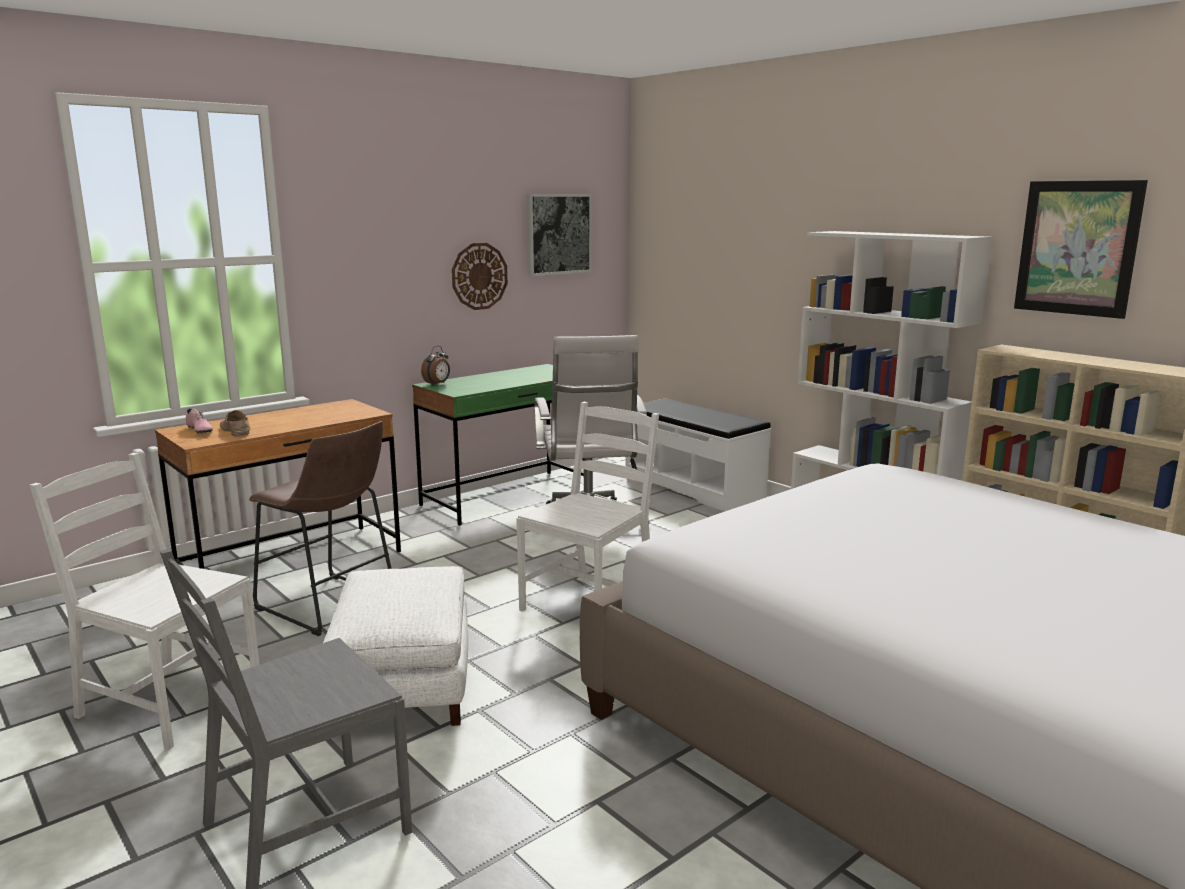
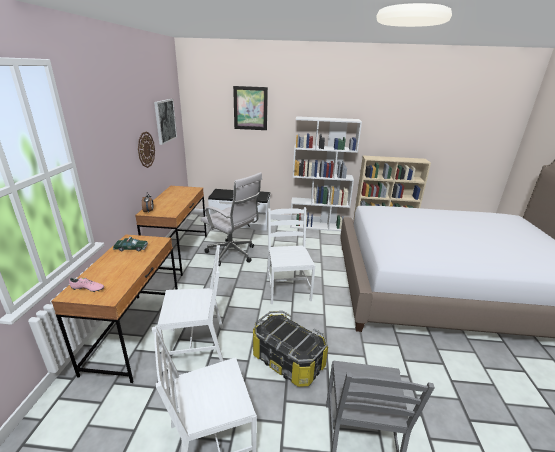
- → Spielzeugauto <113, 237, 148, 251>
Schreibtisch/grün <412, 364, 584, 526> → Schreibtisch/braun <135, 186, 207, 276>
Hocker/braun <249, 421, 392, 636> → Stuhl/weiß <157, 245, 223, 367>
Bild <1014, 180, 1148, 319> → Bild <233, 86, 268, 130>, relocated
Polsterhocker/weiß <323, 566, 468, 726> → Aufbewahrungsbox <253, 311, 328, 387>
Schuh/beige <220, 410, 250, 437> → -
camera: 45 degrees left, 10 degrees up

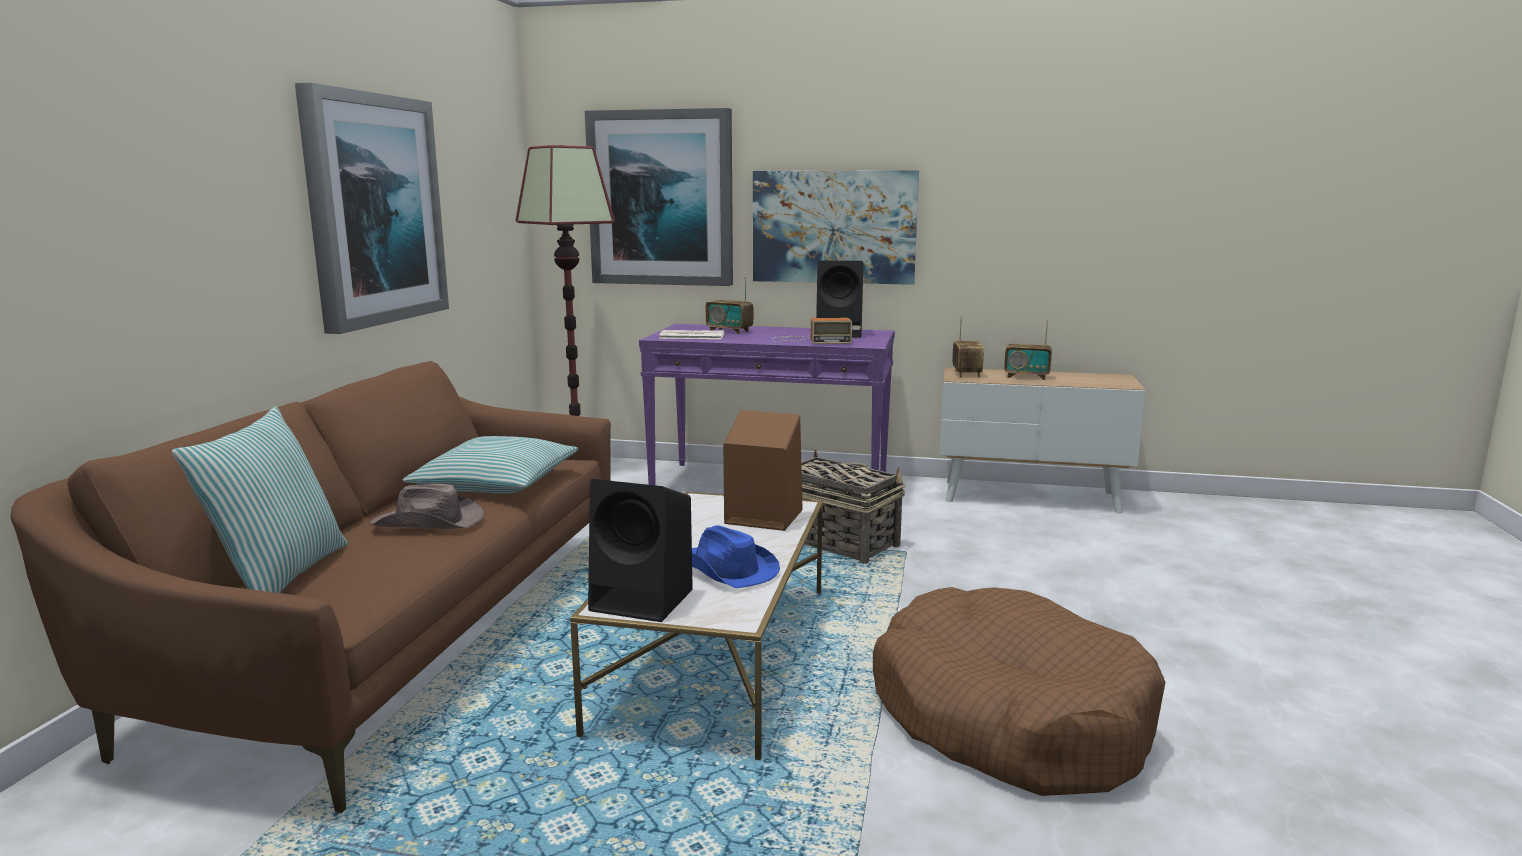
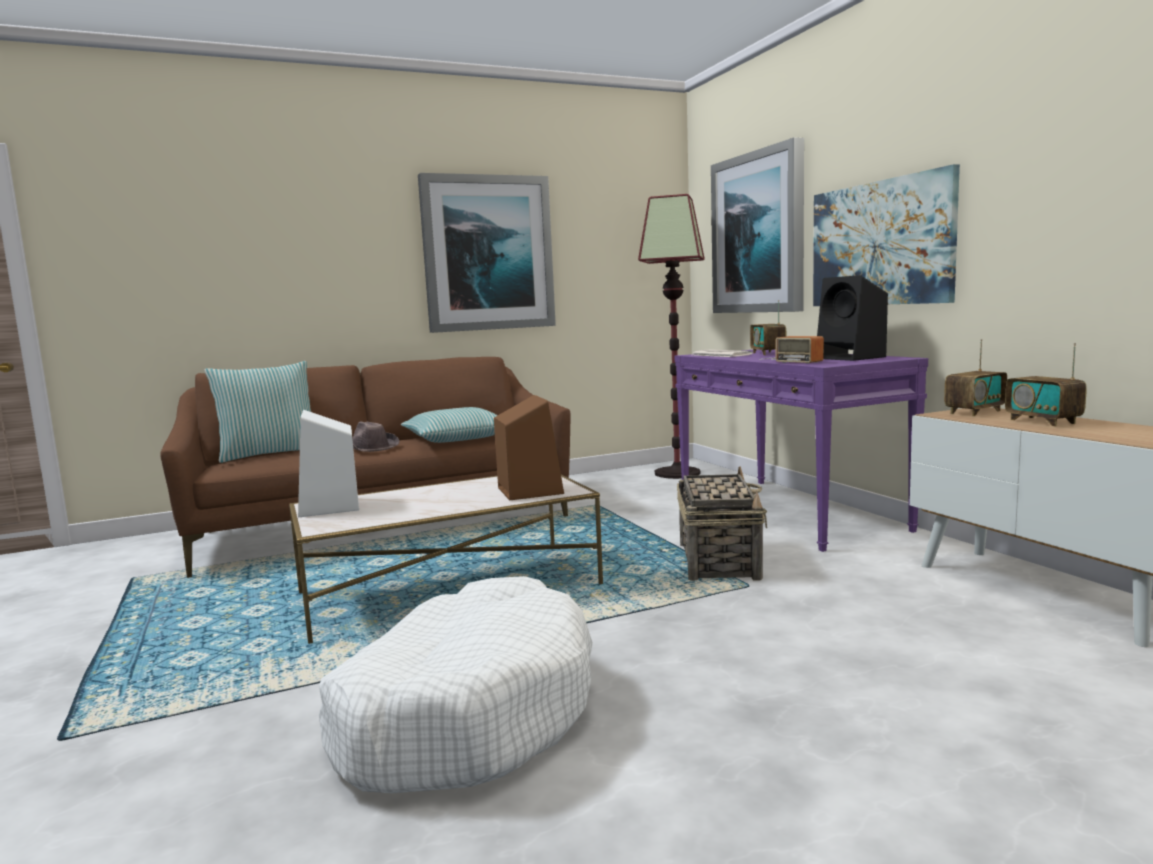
Lautsprecher/schwarz <588, 479, 693, 622> → Lautsprecher/weiß <298, 410, 359, 517>
Hundebett/braun <873, 587, 1165, 796> → Hundebett/weiß <319, 576, 593, 793>
Hut/blau <692, 525, 780, 588> → -
camera: 55 degrees right, 5 degrees down

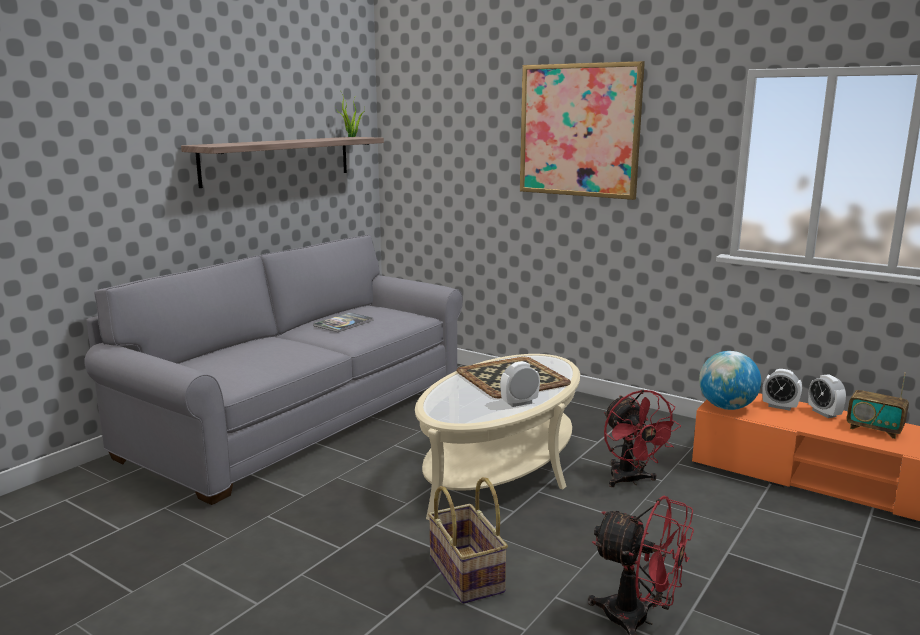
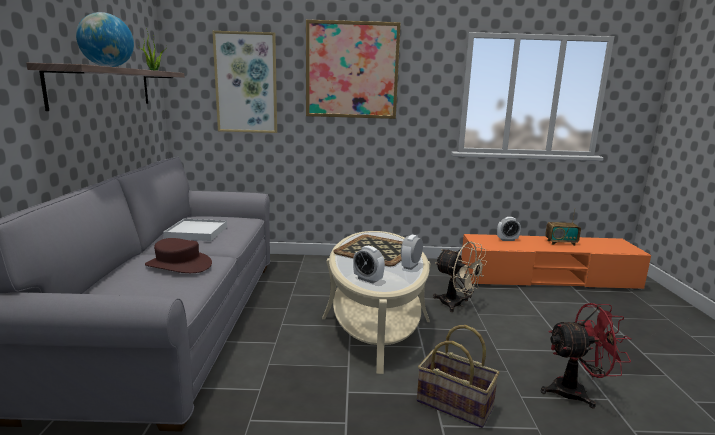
Globus <699, 351, 761, 410> → Globus <76, 12, 134, 67>, relocated
- → Hut/braun <145, 238, 212, 273>
Buch <313, 312, 374, 332> → Tablett/weiß <163, 219, 227, 241>
- → Bild <212, 31, 277, 133>
Wecker <808, 374, 846, 418> → Wecker <353, 246, 385, 284>, relocated
Ventilator/rot <604, 389, 681, 487> → Ventilator/beige <433, 242, 487, 312>
camera: 35 degrees left, 0 degrees up

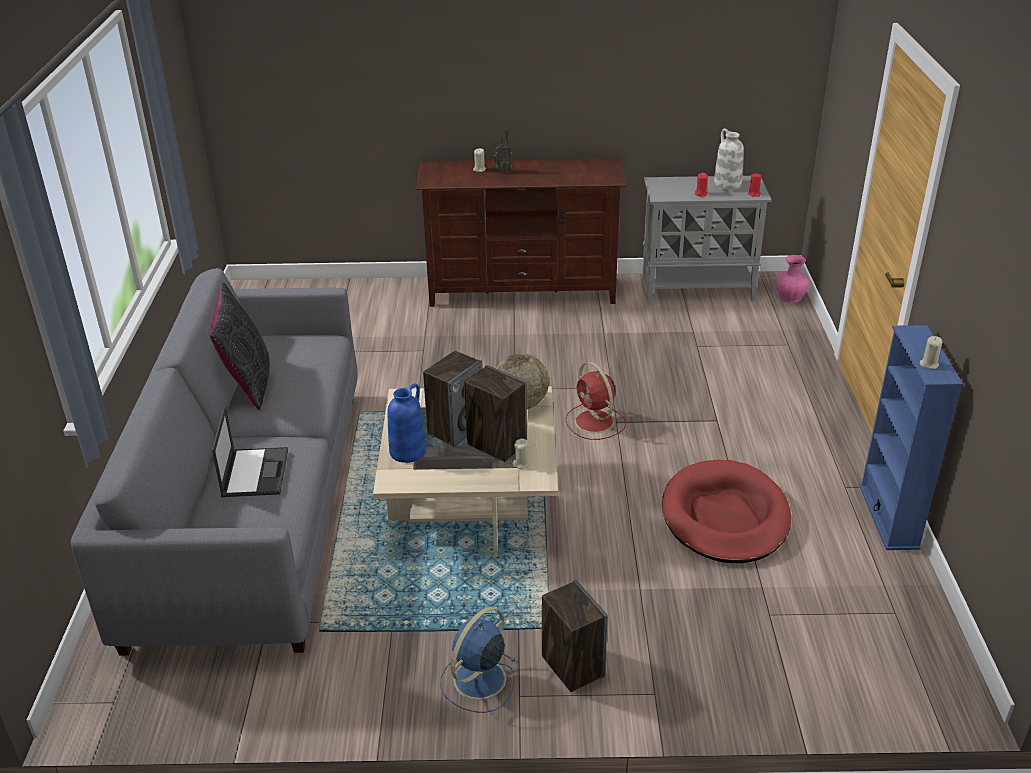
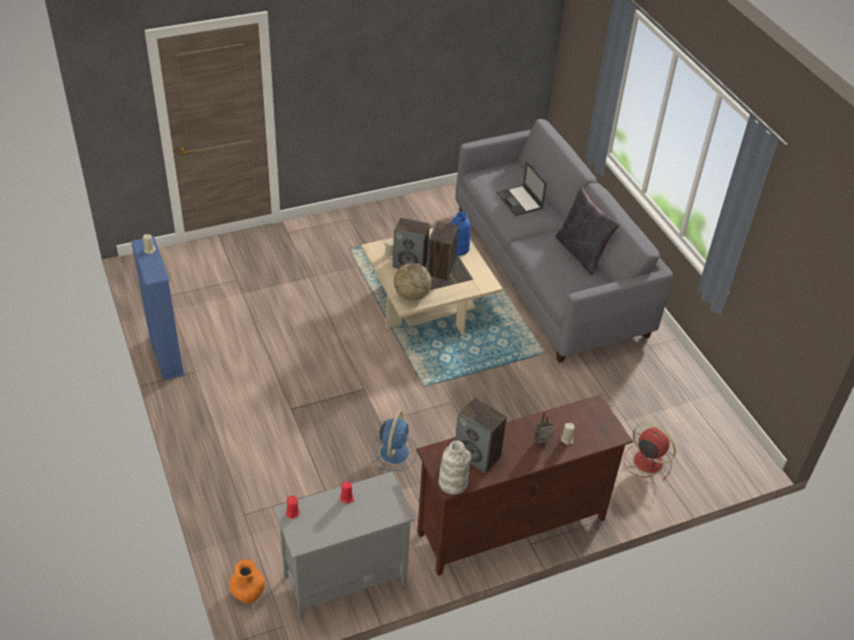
Vase/rosa <775, 255, 810, 303> → Vase/orange <229, 559, 265, 603>
Ventilator/blau <440, 607, 515, 713> → Ventilator/blau <373, 410, 417, 471>, relocated
Vase/weiß <714, 128, 744, 191> → Vase/weiß <439, 441, 472, 494>, relocated
Lautsprecher <542, 580, 608, 692> → Lautsprecher <455, 398, 507, 473>, relocated
Ventilator/rot <565, 361, 626, 440> → Ventilator/rot <624, 423, 676, 480>, relocated
Hundebett/rot <662, 460, 791, 563> → -
camera: 155 degrees right, 10 degrees up

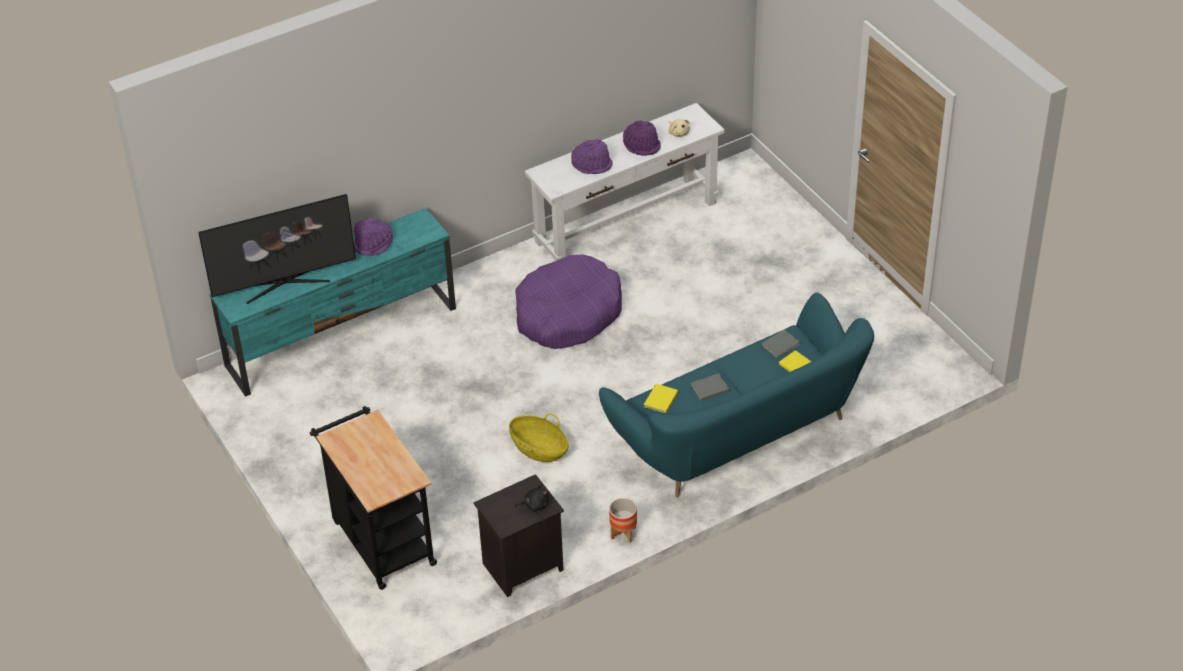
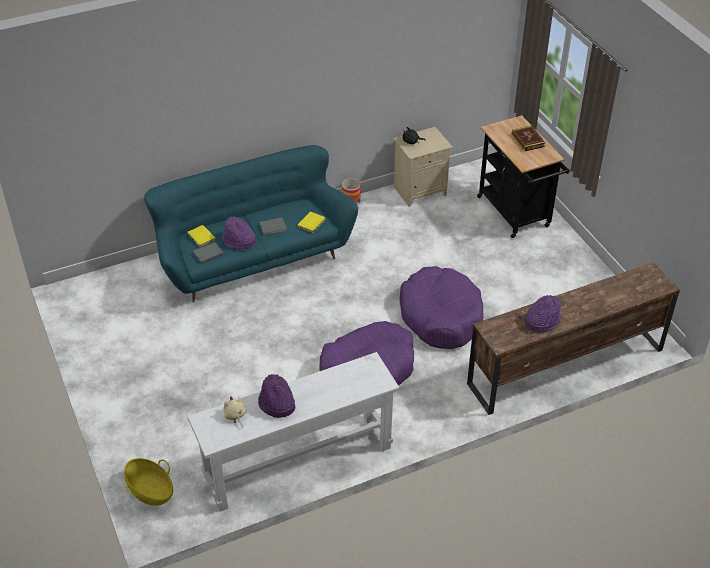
Korb <509, 413, 569, 462> → Korb <124, 458, 173, 506>, relocated
Hut/lila <571, 139, 612, 174> → Hut/lila <222, 216, 256, 250>, relocated
Nachttisch/schwarz <474, 474, 564, 597> → Nachttisch/beige <393, 127, 453, 207>
- → Hundebett/lila <399, 266, 484, 349>
Fernsehschrank/türkis <209, 208, 456, 397> → Fernsehschrank/braun <467, 262, 680, 415>
- → Buch <512, 125, 545, 151>
Fernseher <198, 194, 356, 304> → -
camera: 175 degrees left, 0 degrees up

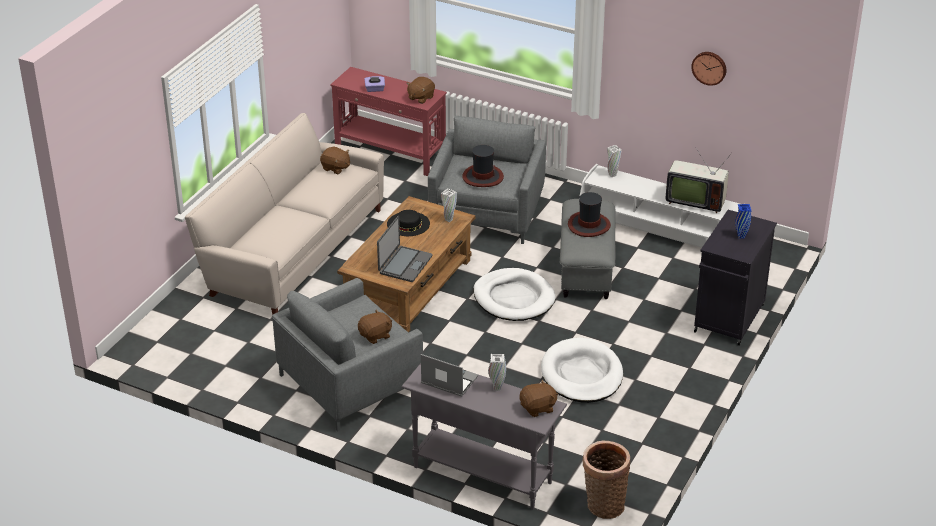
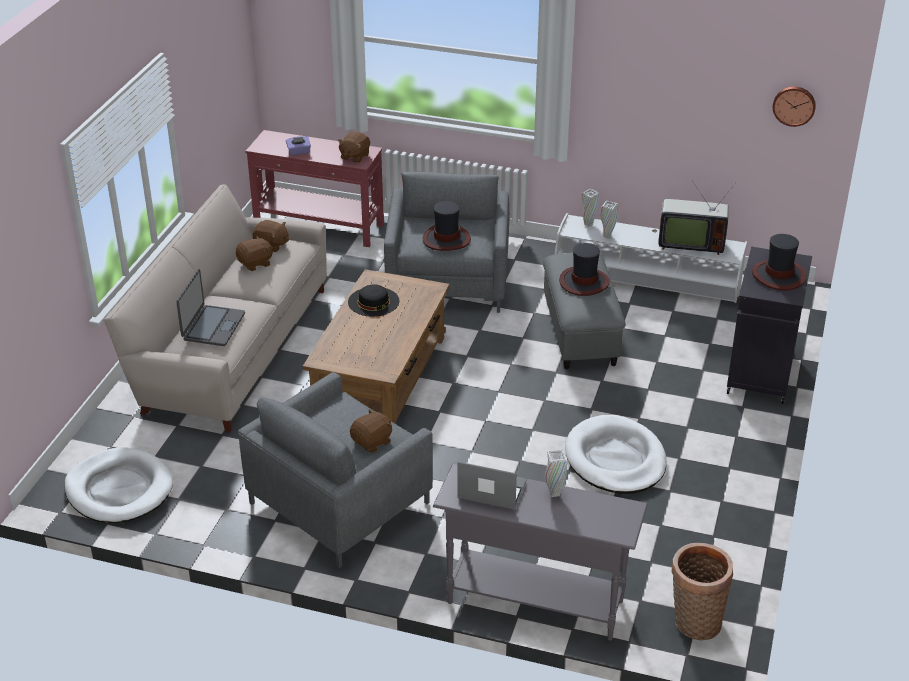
Hundebett/weiß <473, 268, 555, 321> → Hundebett/weiß <64, 447, 173, 523>, relocated
Laptop <377, 216, 433, 282> → Laptop <176, 269, 245, 346>, relocated
Plüschtier/braun <520, 380, 558, 417> → Plüschtier/braun <236, 236, 274, 271>, relocated
Vase/weiß <441, 188, 457, 222> → Vase/weiß <600, 201, 618, 239>, relocated
Vase/blau <735, 204, 751, 239> → Hut <752, 234, 807, 291>
Wanduhr <691, 52, 726, 86> → Wanduhr <773, 87, 816, 127>, relocated
camera: 10 degrees left, 0 degrees up

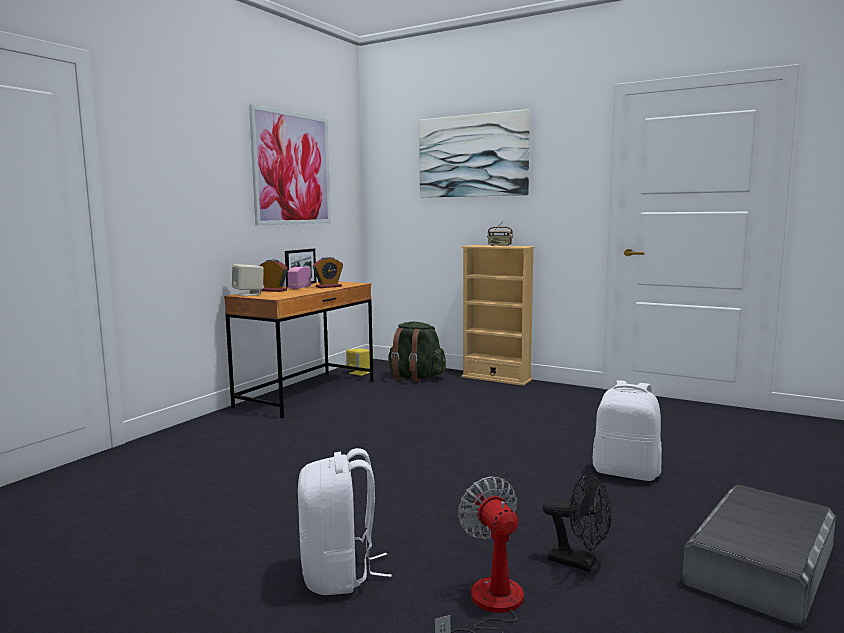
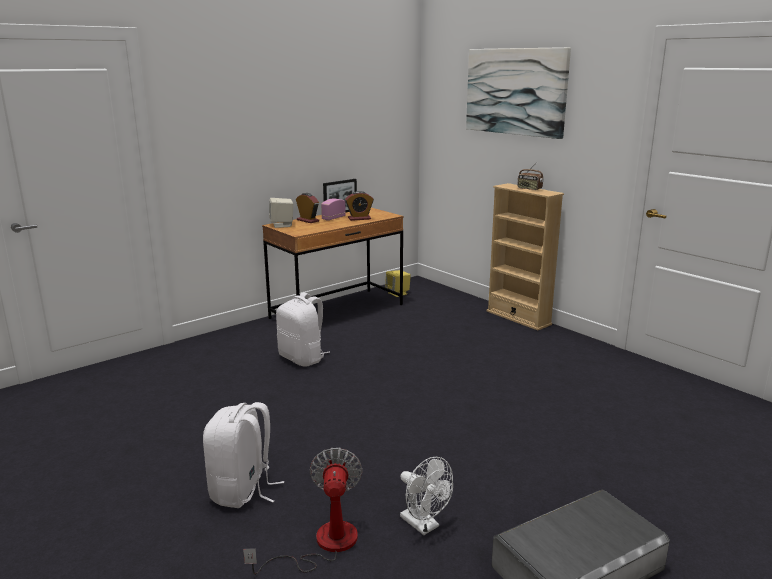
Rucksack/weiß <593, 380, 662, 481> → Rucksack/weiß <276, 293, 330, 367>, relocated
Ventilator/schwarz <543, 472, 612, 572> → Ventilator/weiß <400, 457, 453, 535>
Bild <249, 104, 331, 225> → -
Rucksack/grün <388, 322, 446, 382> → -
camera: 20 degrees right, 10 degrees up

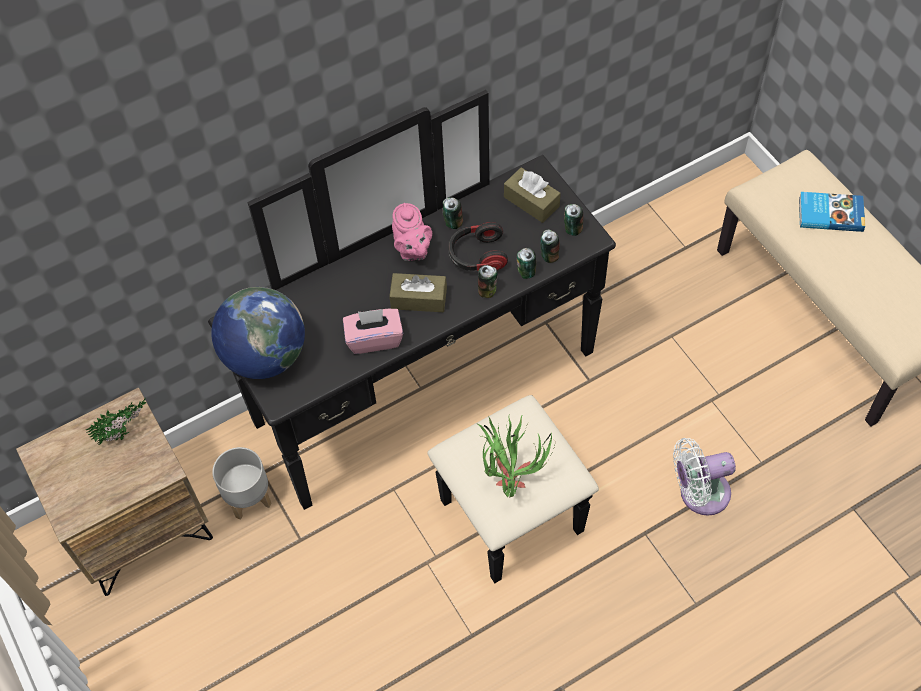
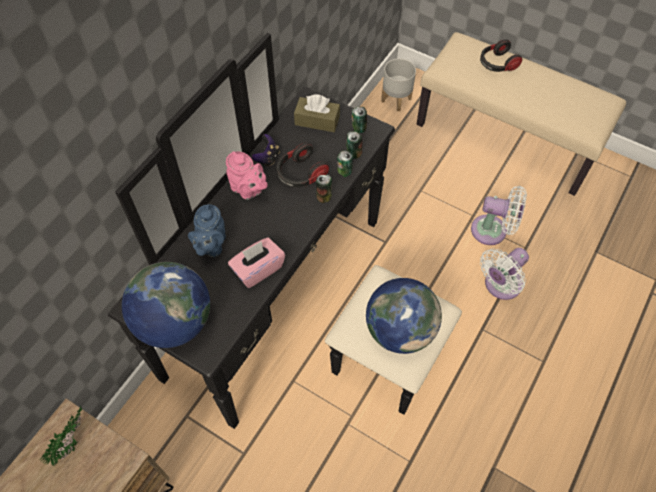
- → Teekanne/blau <188, 204, 226, 257>
Dose <443, 197, 463, 229> → Gamepad <252, 134, 280, 166>
Topfpflanze <478, 414, 555, 498> → Globus <366, 278, 442, 354>
Pflanzkübel/grau <212, 447, 272, 520> → Pflanzkübel/grau <381, 58, 416, 111>, relocated
- → Ventilator/weiß <471, 186, 527, 245>
Buch <799, 192, 865, 232> → Kopfhörer <480, 39, 522, 72>
Taschentuchbox/braun <389, 273, 447, 312> → -
camera: 30 degrees left, 0 degrees up

